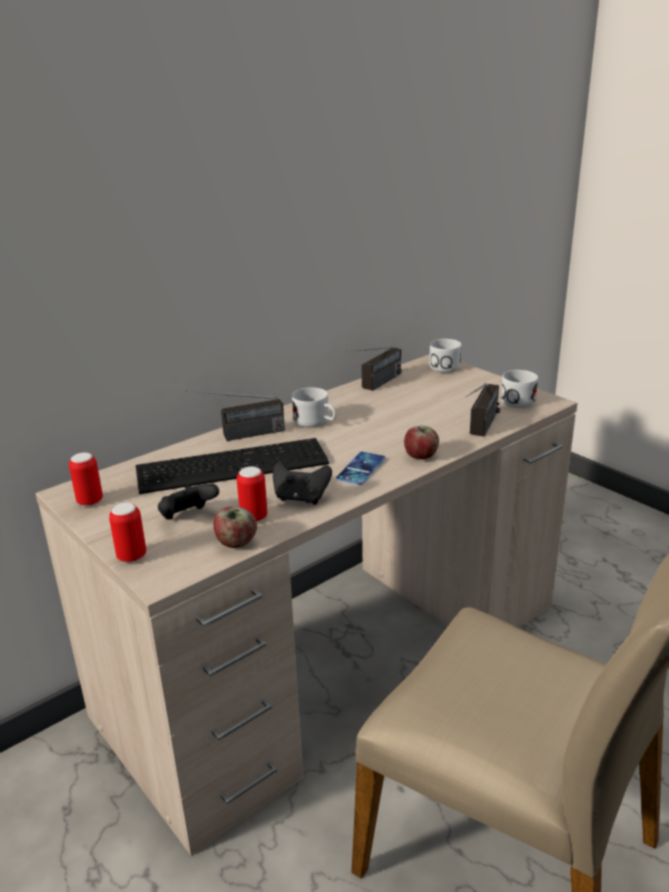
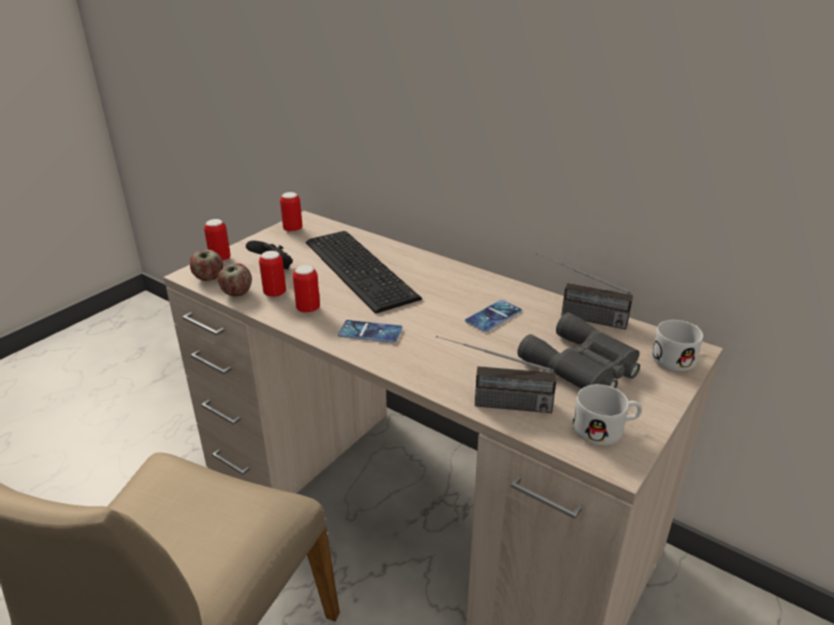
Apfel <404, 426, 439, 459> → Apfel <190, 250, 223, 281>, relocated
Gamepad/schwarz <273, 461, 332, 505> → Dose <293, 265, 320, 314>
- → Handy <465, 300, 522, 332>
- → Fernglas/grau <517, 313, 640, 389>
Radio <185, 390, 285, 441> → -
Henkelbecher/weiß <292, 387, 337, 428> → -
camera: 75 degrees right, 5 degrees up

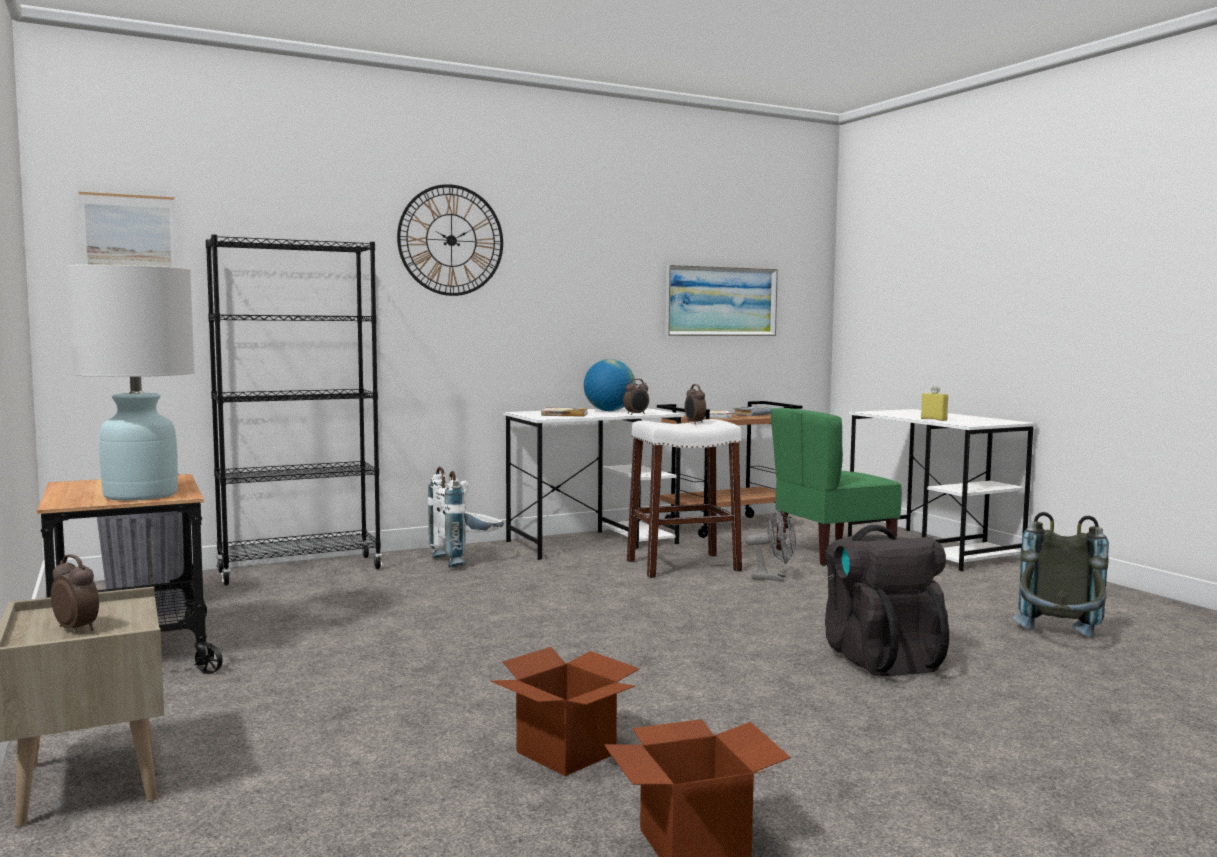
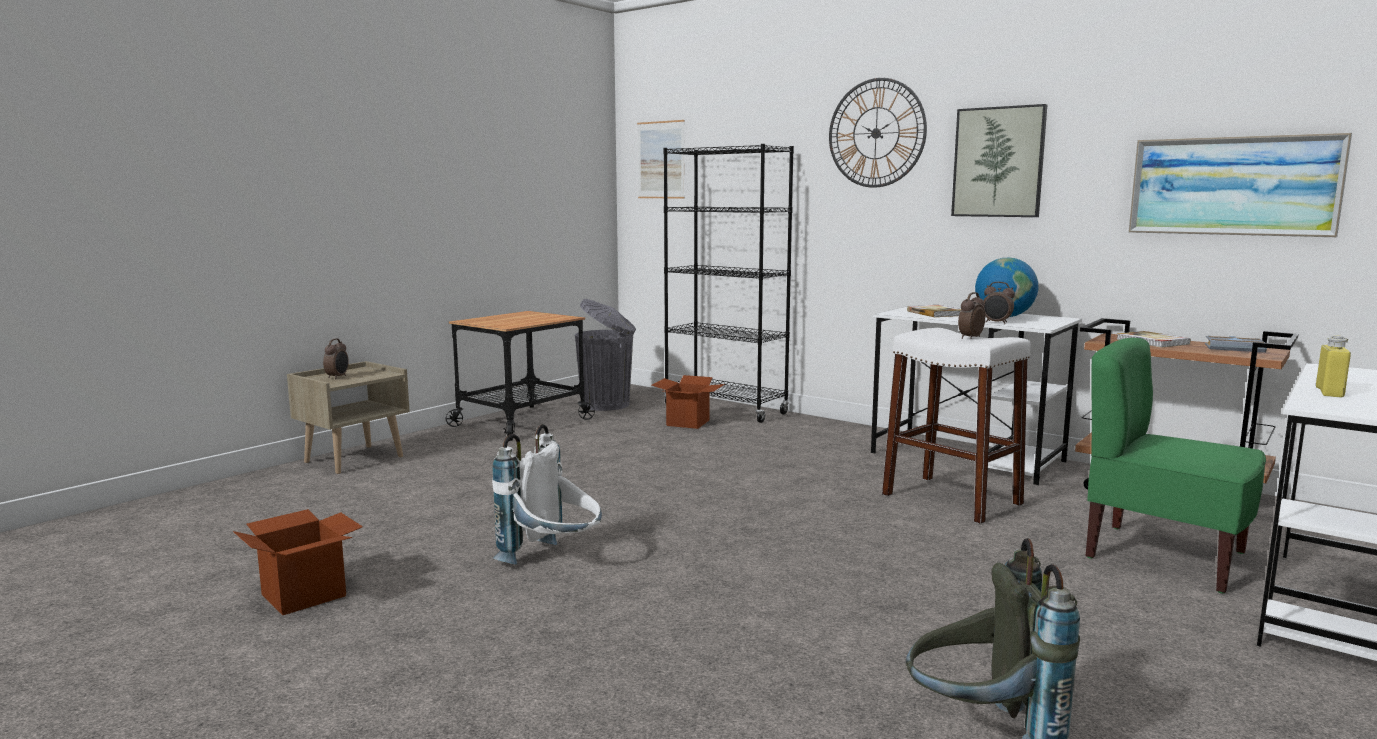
Rucksack/weiß <428, 467, 504, 568> → Rucksack/weiß <492, 424, 602, 565>, relocated
Karton <491, 647, 640, 776> → Karton <652, 375, 725, 429>, relocated
- → Bild <951, 104, 1047, 217>
Tischlampe/weiß <67, 265, 195, 501> → -
Ventilator/grau <745, 509, 796, 581> → -
Rucksack/schwarz <825, 525, 949, 677> → -
camera: 65 degrees right, 5 degrees up

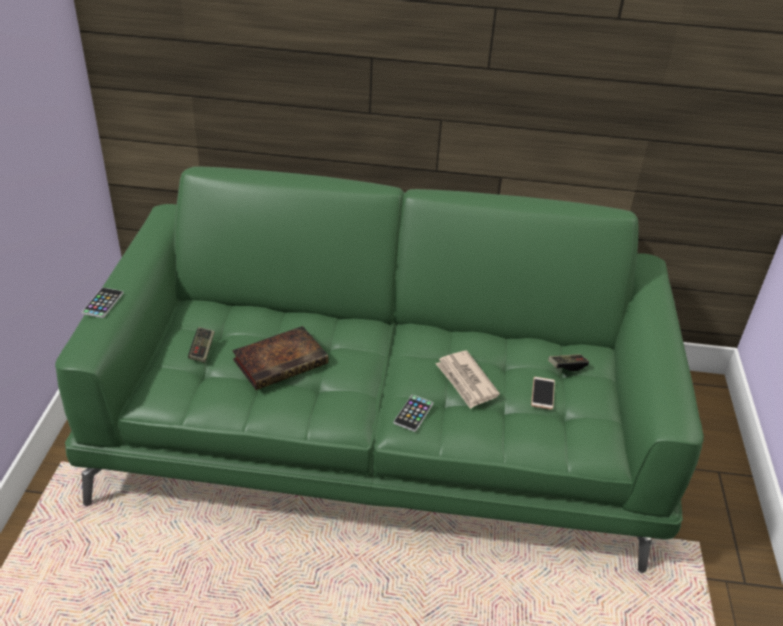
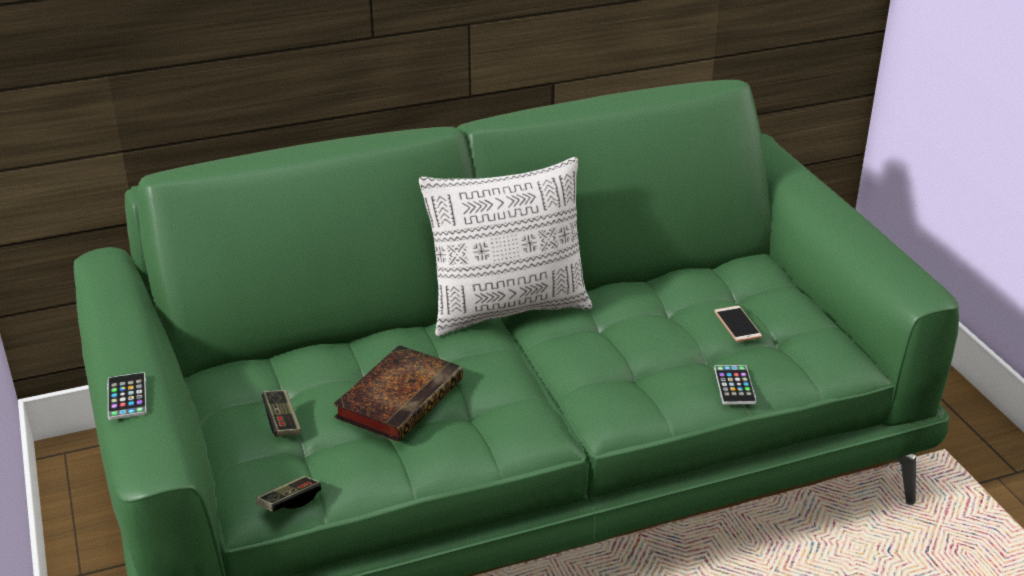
Gamepad <548, 354, 589, 371> → Gamepad <256, 476, 321, 512>, relocated
- → Kissen <419, 157, 592, 336>
Handy <394, 395, 433, 432> → Handy <714, 365, 756, 405>, relocated
Zeitung <436, 351, 500, 409> → -
camera: 25 degrees left, 5 degrees down

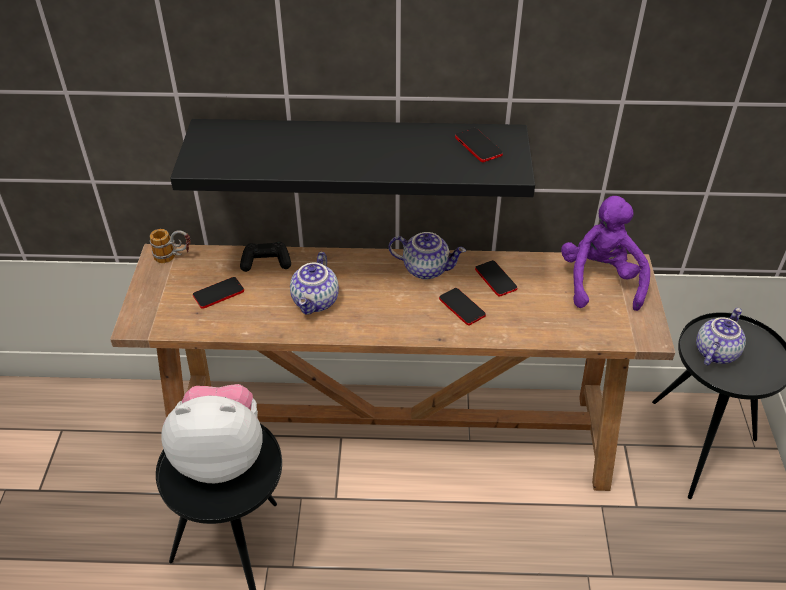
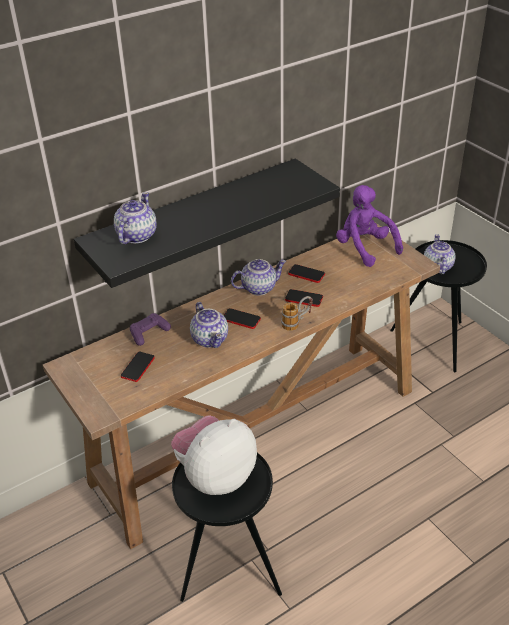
- → Teekanne <114, 192, 157, 244>
Gamepad/schwarz <240, 242, 291, 272> → Gamepad/lila <130, 313, 171, 346>
Handy <455, 128, 503, 162> → Handy <223, 308, 261, 329>, relocated
Henkelbecher <150, 229, 191, 263> → Henkelbecher <281, 296, 313, 331>, relocated
camera: 35 degrees left, 5 degrees down

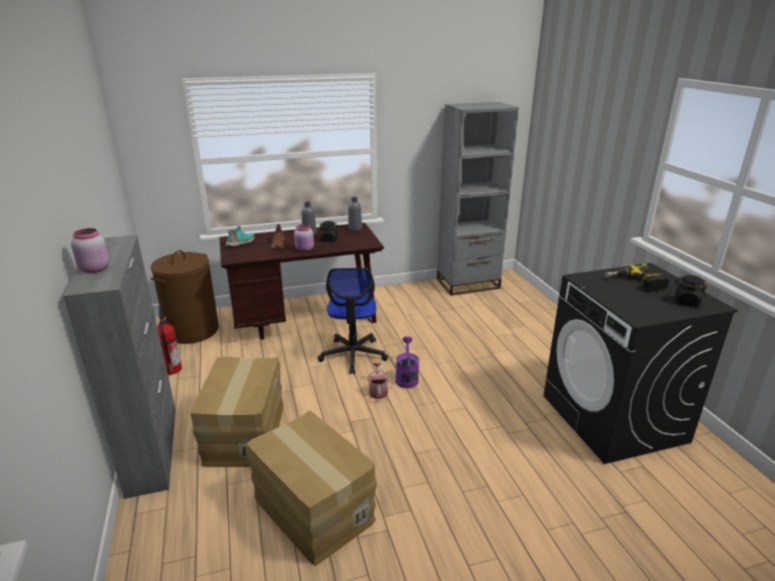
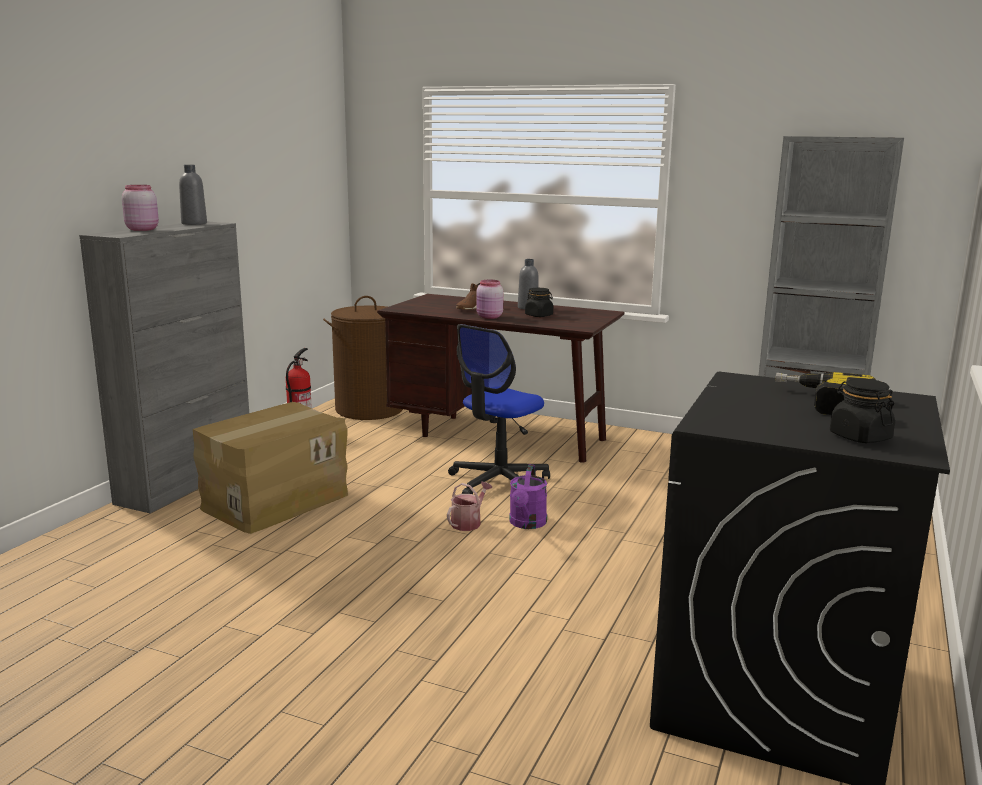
Flasche/grau <348, 197, 362, 231> → Flasche/grau <179, 165, 207, 225>, relocated
Gießkanne/lila <395, 336, 419, 388> → Gießkanne/lila <509, 465, 547, 529>, 150 degrees clockwise
Schuh/türkis <225, 226, 255, 247> → -
Karton <246, 410, 377, 566> → -
camera: 40 degrees right, 10 degrees down

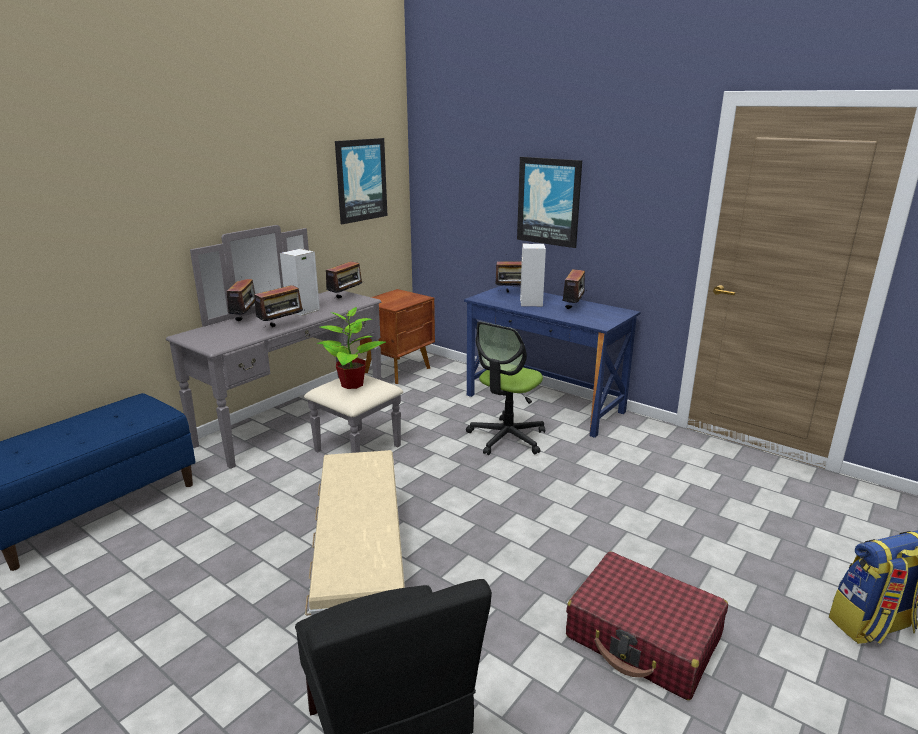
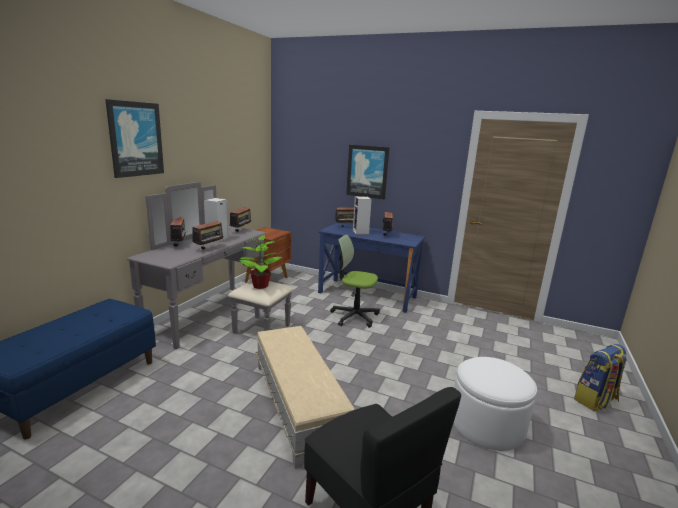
Bild <335, 138, 388, 224> → Bild <105, 99, 164, 178>, relocated
Bürostuhl <466, 322, 545, 455> → Bürostuhl <330, 234, 380, 328>, 90 degrees clockwise
Koffer/rot <566, 552, 728, 700> → Polsterhocker/weiß <453, 357, 537, 451>
camera: 15 degrees left, 5 degrees down

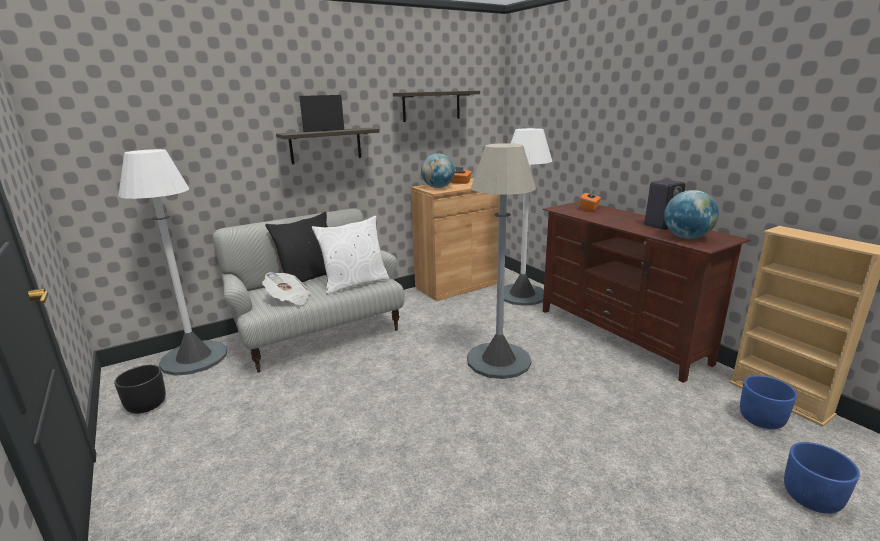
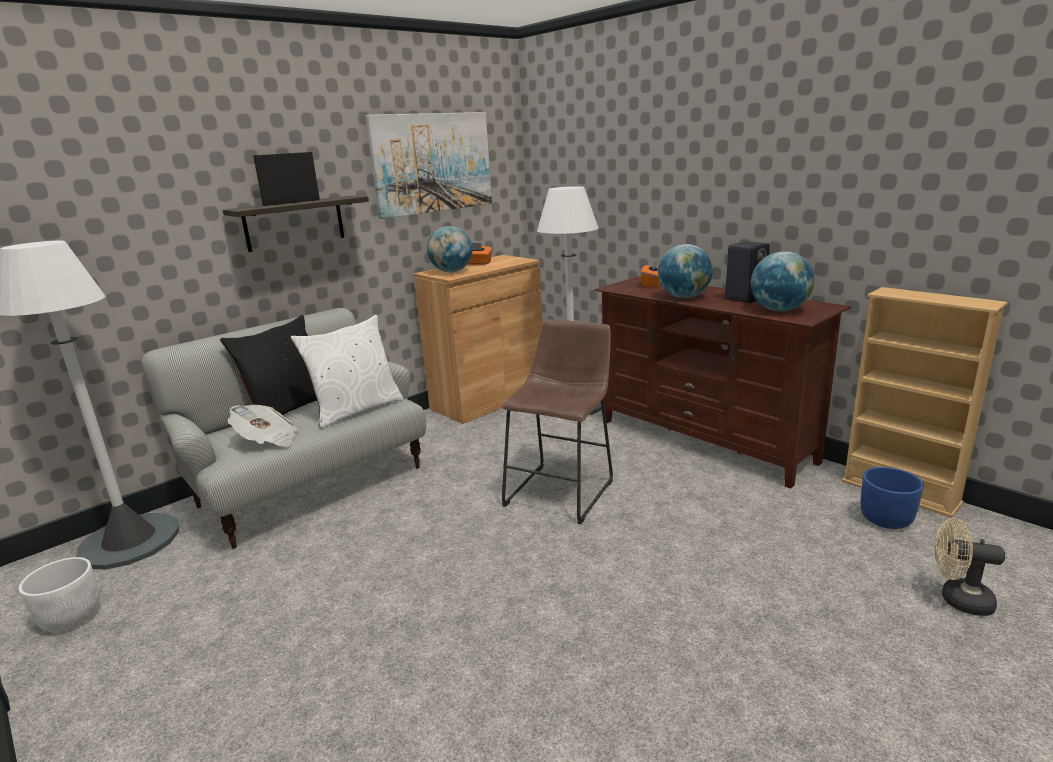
Pflanzkübel/schwarz <114, 365, 166, 414> → Pflanzkübel/weiß <19, 557, 100, 632>
Wandregal <393, 91, 480, 122> → Bild <365, 112, 492, 219>
Stehlampe/grau <467, 143, 536, 379> → Hocker/braun <502, 319, 613, 524>
- → Globus <658, 244, 713, 298>
Pflanzkübel/blau <784, 442, 860, 514> → Ventilator/beige <934, 518, 1005, 616>
camera: 10 degrees left, 0 degrees up

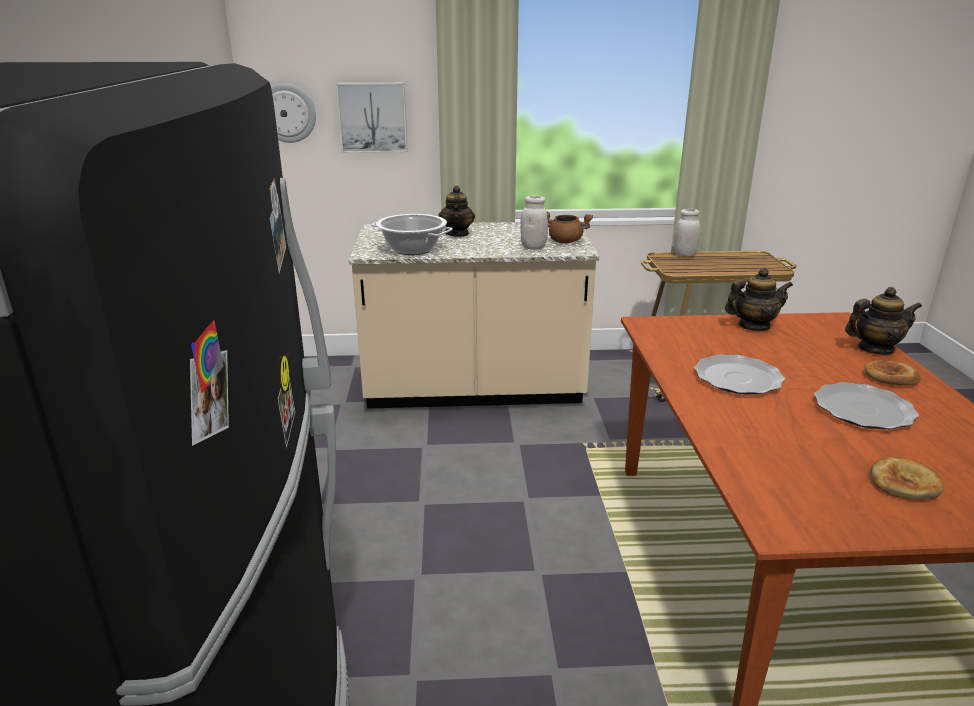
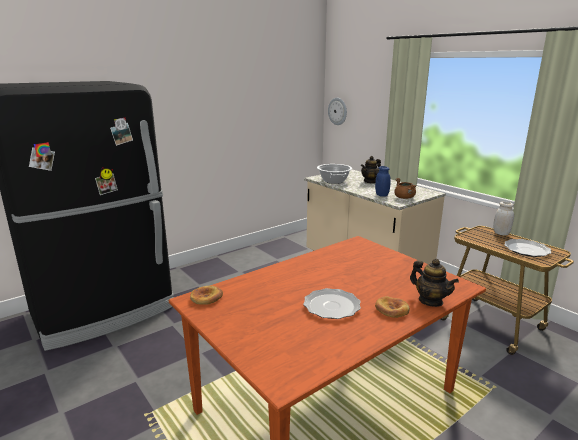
Brot <870, 457, 944, 500> → Brot <190, 286, 223, 305>, relocated
Vorratsglas/weiß <520, 196, 548, 250> → Vorratsglas/blau <375, 166, 391, 197>
Teller <694, 355, 785, 395> → Teller <504, 239, 552, 257>, relocated
Bild <336, 83, 408, 153> → -
Teekanne <725, 268, 793, 331> → -
camera: 55 degrees right, 5 degrees down

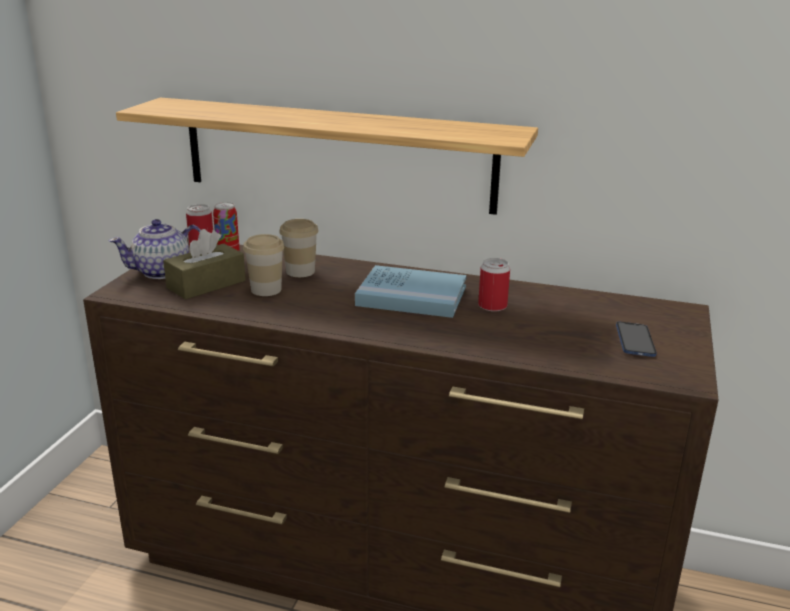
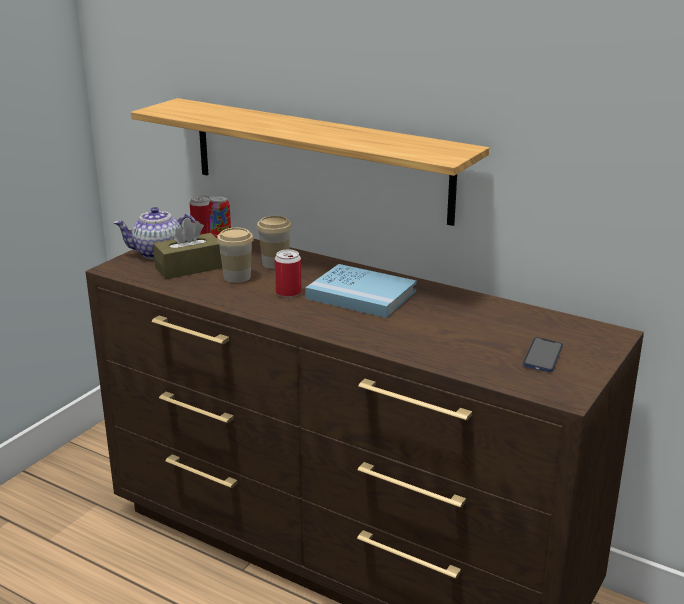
Dose <478, 258, 510, 312> → Dose <275, 249, 302, 297>, relocated
camera: 15 degrees right, 0 degrees up

